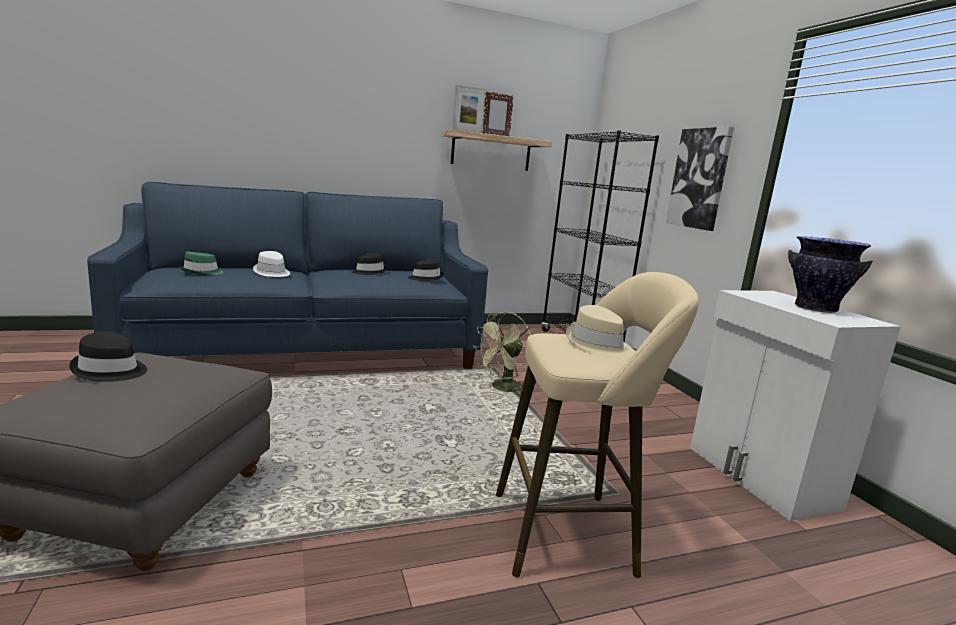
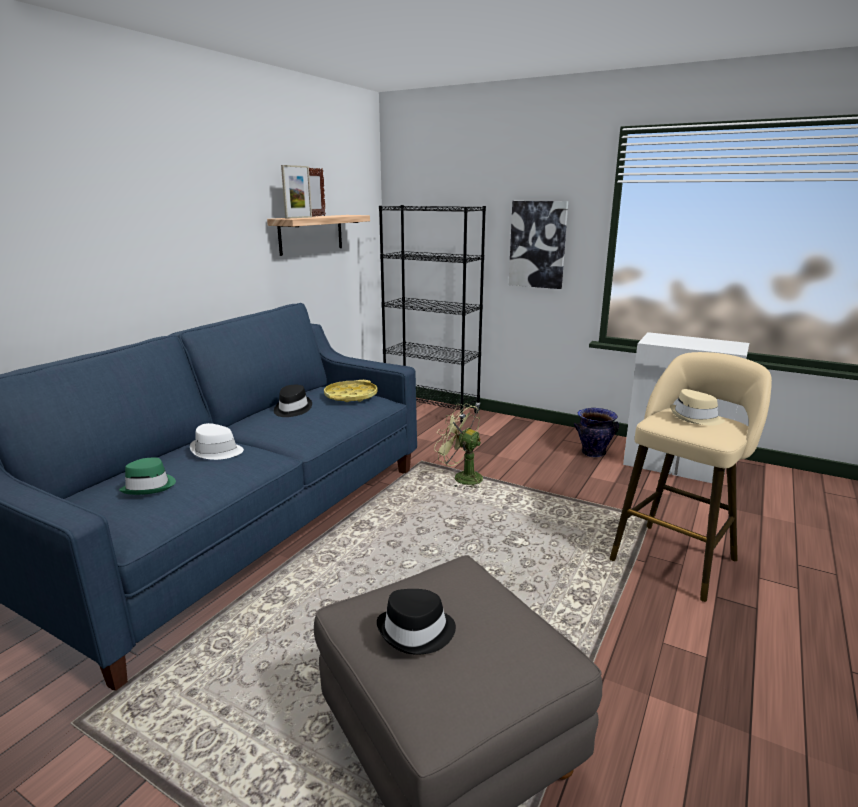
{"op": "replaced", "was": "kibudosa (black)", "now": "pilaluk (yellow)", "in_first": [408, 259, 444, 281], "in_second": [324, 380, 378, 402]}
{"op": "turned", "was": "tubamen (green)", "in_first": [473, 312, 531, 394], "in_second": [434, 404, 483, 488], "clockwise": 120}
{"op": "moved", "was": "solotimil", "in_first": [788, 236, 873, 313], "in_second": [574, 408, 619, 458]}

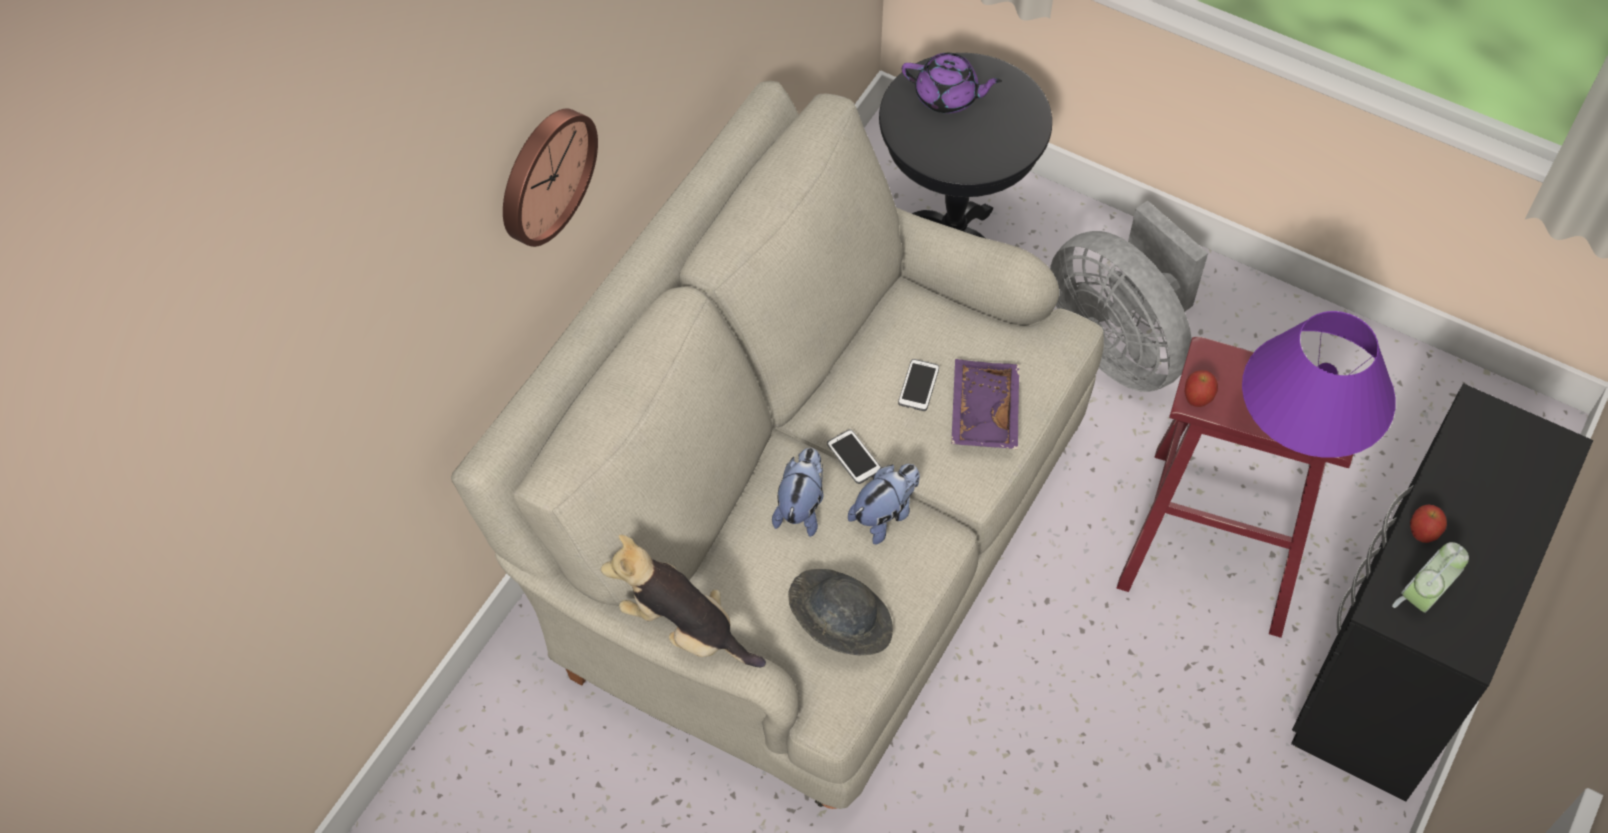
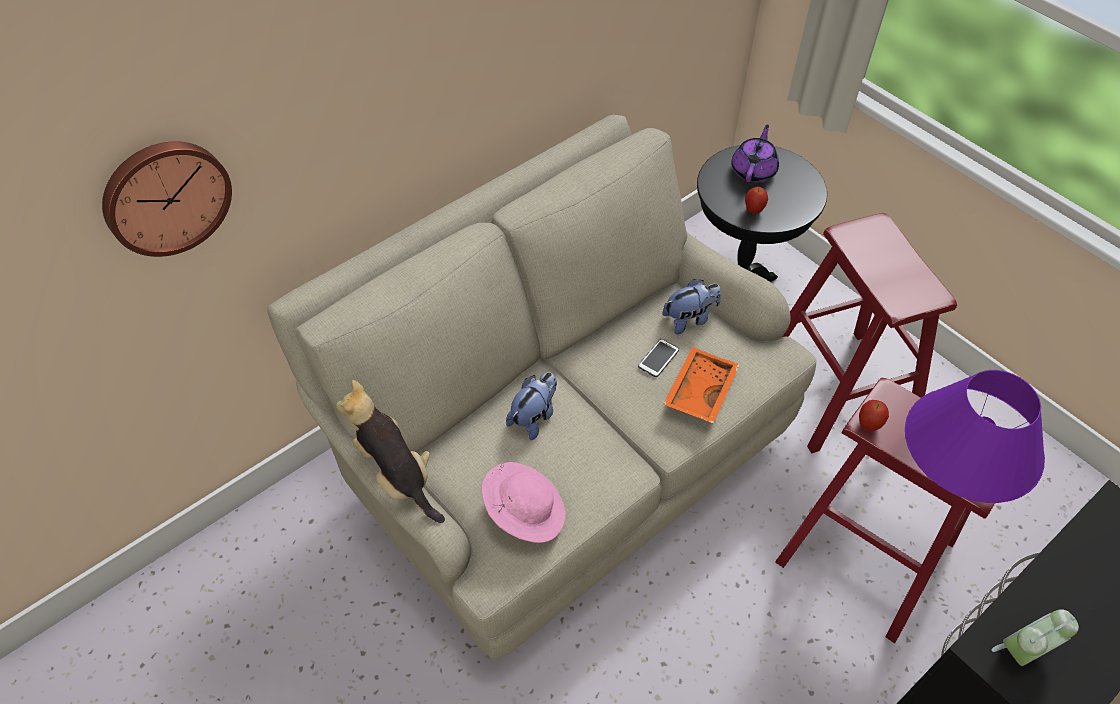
{"op": "moved", "was": "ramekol", "in_first": [503, 109, 598, 247], "in_second": [102, 141, 232, 257]}
{"op": "recoloured", "was": "kibudosa (grey)", "now": "kibudosa (pink)", "in_first": [788, 569, 893, 655], "in_second": [482, 462, 565, 543]}
{"op": "moved", "was": "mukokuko", "in_first": [848, 464, 920, 544], "in_second": [662, 279, 721, 334]}
{"op": "recoloured", "was": "pilaluk (purple)", "now": "pilaluk (orange)", "in_first": [951, 359, 1019, 449], "in_second": [663, 347, 740, 423]}
{"op": "turned", "was": "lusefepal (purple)", "in_first": [902, 53, 1002, 113], "in_second": [731, 124, 779, 183], "clockwise": -105}
{"op": "moved", "was": "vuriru", "in_first": [1410, 504, 1447, 543], "in_second": [745, 187, 768, 214]}
{"op": "replaced", "was": "tubamen (grey)", "now": "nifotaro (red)", "in_first": [1050, 200, 1208, 392], "in_second": [783, 213, 957, 454]}
{"op": "removed", "was": "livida", "in_first": [827, 429, 881, 484]}

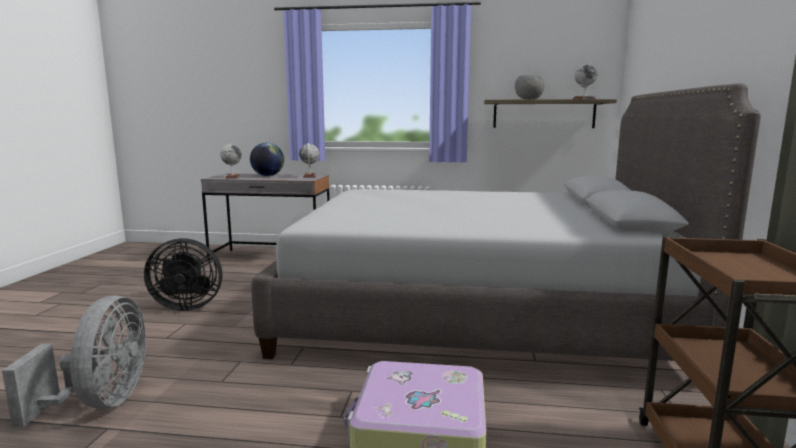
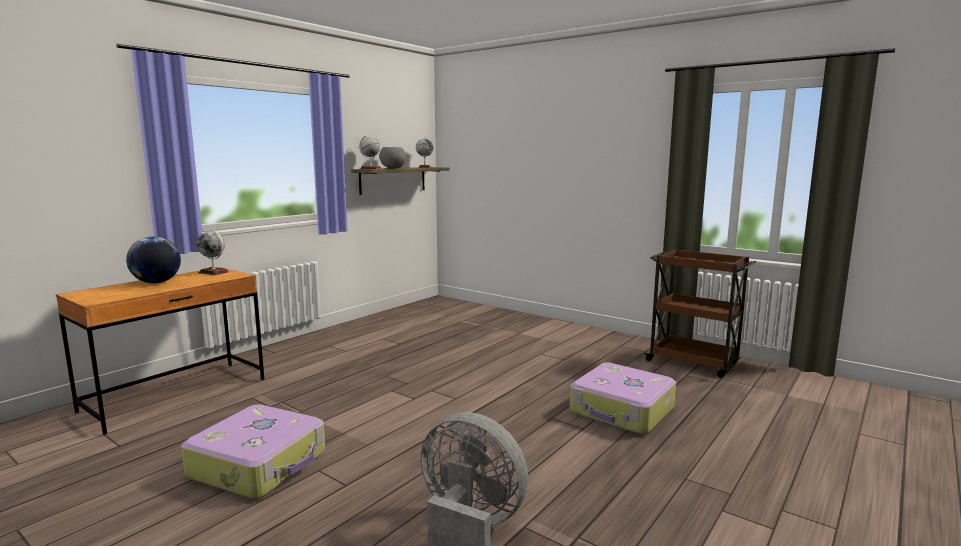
{"op": "recoloured", "was": "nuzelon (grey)", "now": "nuzelon (brown)", "in_first": [201, 173, 330, 262], "in_second": [56, 267, 264, 435]}
{"op": "replaced", "was": "tubamen (black)", "now": "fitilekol", "in_first": [144, 238, 222, 311], "in_second": [181, 404, 325, 499]}
{"op": "moved", "was": "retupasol", "in_first": [220, 143, 242, 179], "in_second": [359, 136, 382, 169]}
{"op": "removed", "was": "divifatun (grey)", "in_first": [251, 83, 761, 361]}

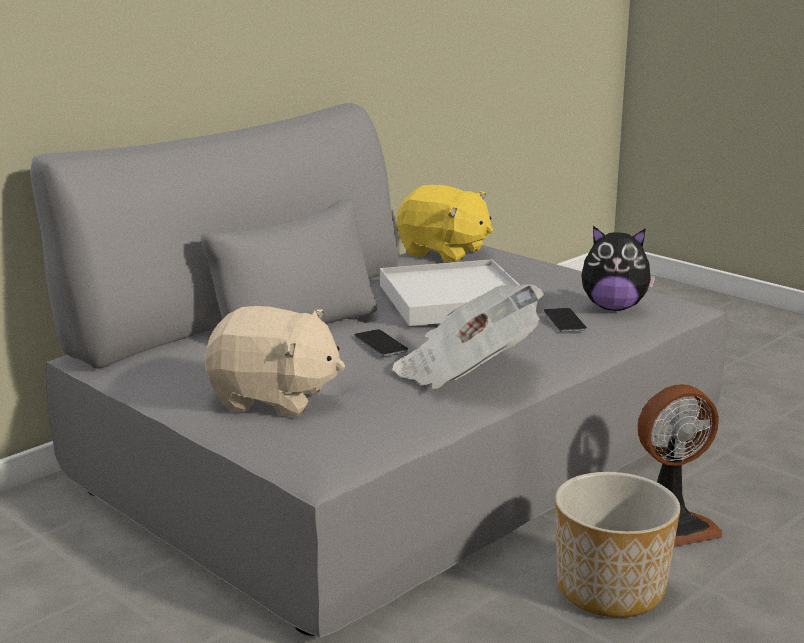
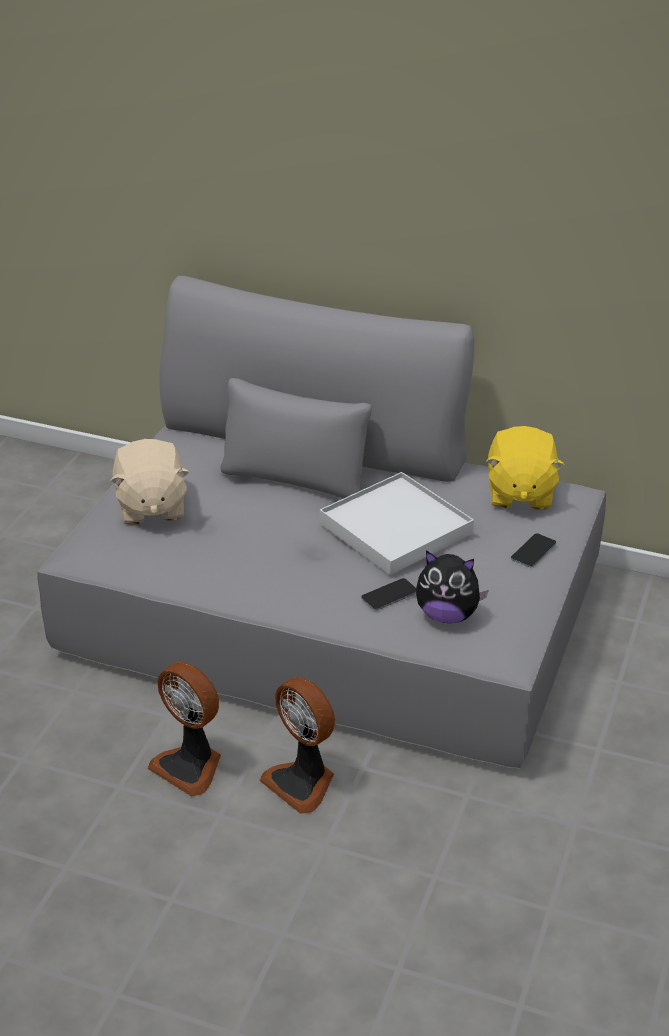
{"op": "replaced", "was": "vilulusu", "now": "tubamen", "in_first": [555, 472, 680, 618], "in_second": [147, 662, 221, 796]}
{"op": "turned", "was": "mukokuko", "in_first": [581, 226, 656, 311], "in_second": [416, 551, 489, 624], "clockwise": -60}
{"op": "moved", "was": "livida", "in_first": [354, 329, 408, 356], "in_second": [511, 533, 556, 567]}
{"op": "removed", "was": "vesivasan", "in_first": [392, 284, 544, 389]}

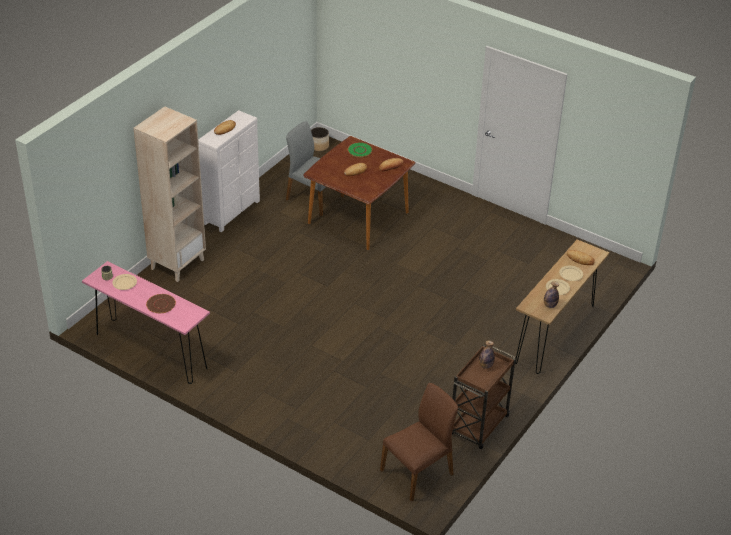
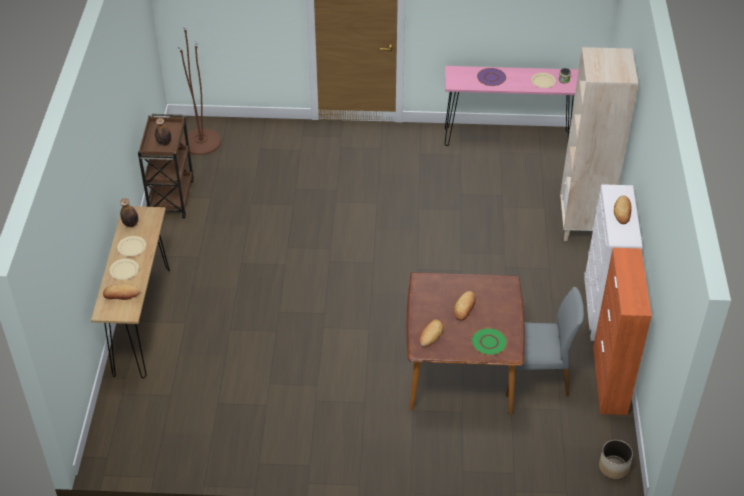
{"op": "replaced", "was": "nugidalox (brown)", "now": "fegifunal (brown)", "in_first": [380, 383, 458, 502], "in_second": [178, 27, 221, 155]}
{"op": "recoloured", "was": "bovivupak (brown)", "now": "bovivupak (purple)", "in_first": [146, 294, 176, 313], "in_second": [477, 68, 506, 86]}
{"op": "added", "now": "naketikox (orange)", "in_second": [593, 248, 652, 415]}

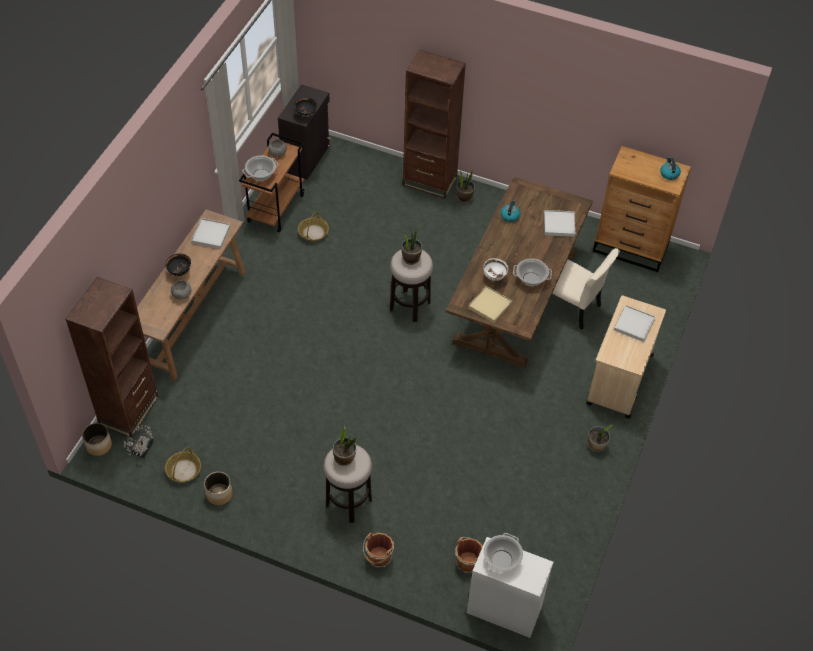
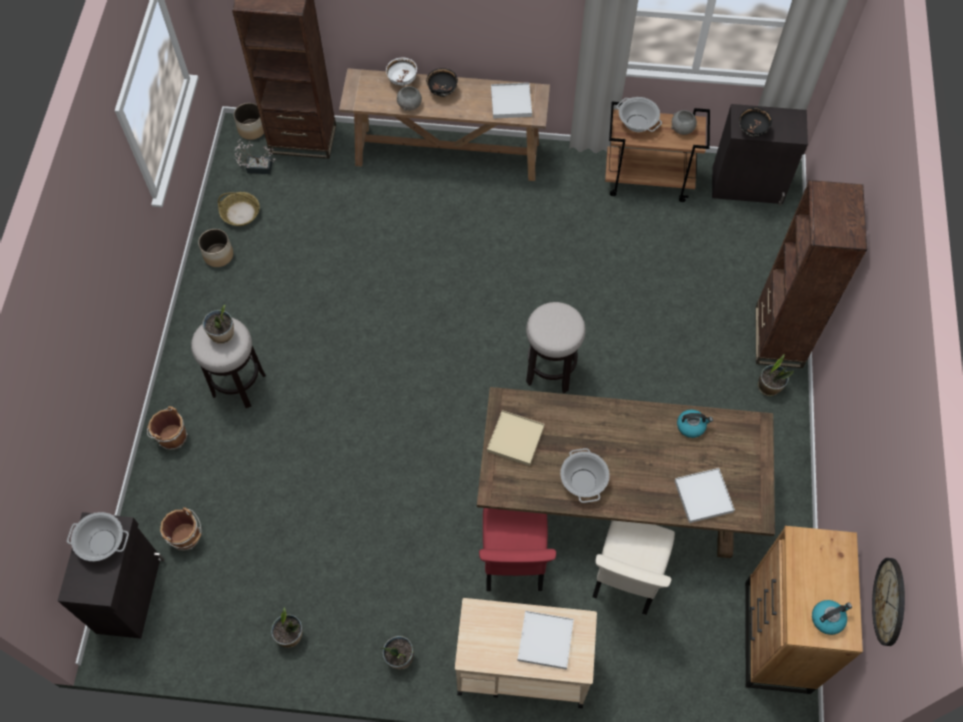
{"op": "recoloured", "was": "naketikox (white)", "now": "naketikox (black)", "in_first": [467, 537, 553, 638], "in_second": [58, 512, 164, 638]}
{"op": "moved", "was": "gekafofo", "in_first": [402, 227, 422, 265], "in_second": [271, 607, 302, 648]}
{"op": "moved", "was": "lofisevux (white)", "in_first": [483, 258, 508, 281], "in_second": [386, 58, 417, 86]}
{"op": "added", "now": "nugidalox (red)", "in_second": [479, 508, 556, 591]}
{"op": "added", "now": "ramekol", "in_second": [872, 558, 905, 646]}
{"op": "removed", "was": "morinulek", "in_first": [298, 211, 329, 242]}

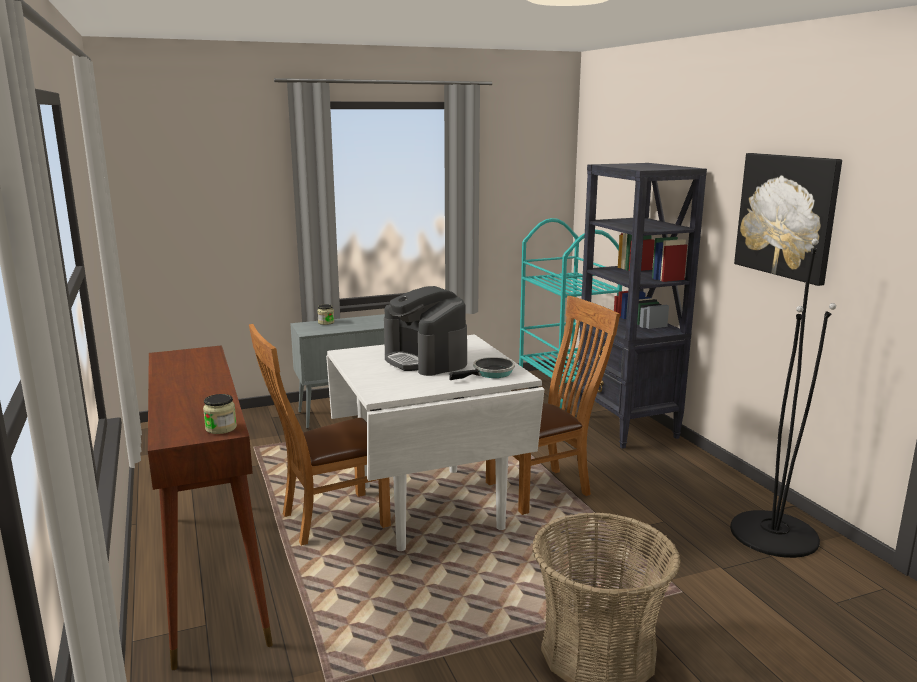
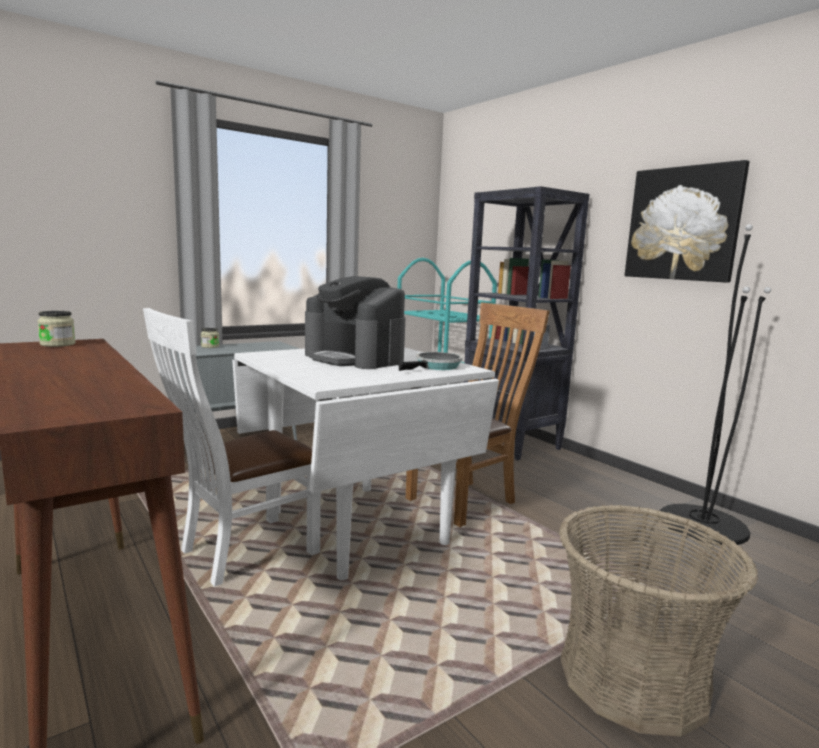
{"op": "moved", "was": "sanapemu", "in_first": [203, 394, 237, 434], "in_second": [37, 311, 75, 347]}
{"op": "recoloured", "was": "nugidalox (brown)", "now": "nugidalox (white)", "in_first": [249, 324, 391, 546], "in_second": [143, 308, 321, 587]}

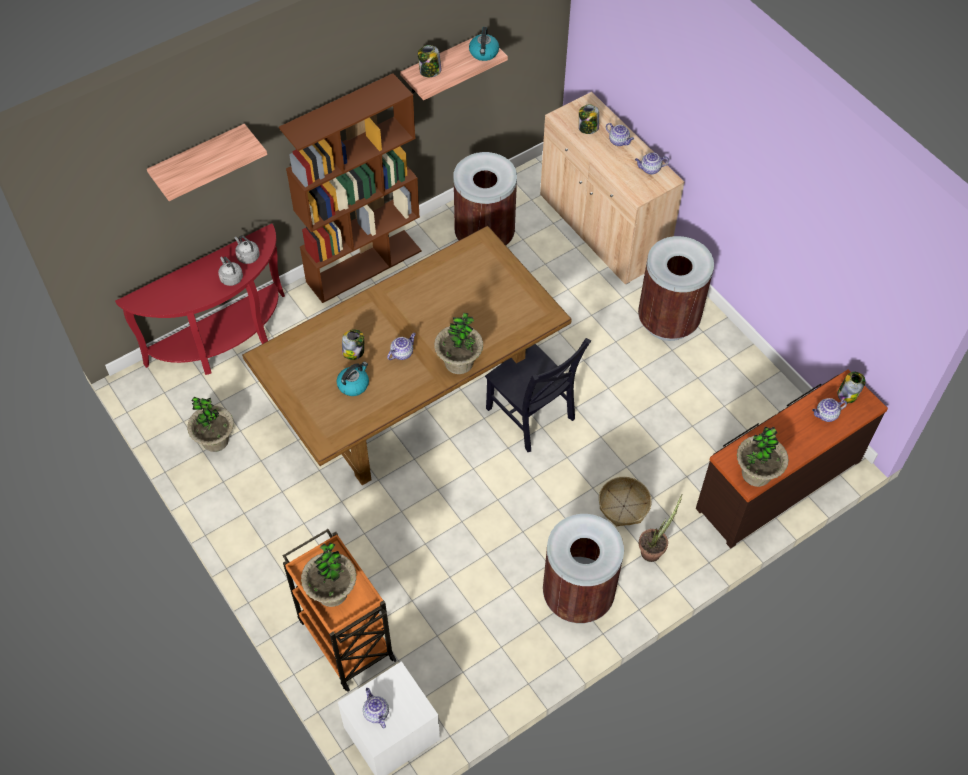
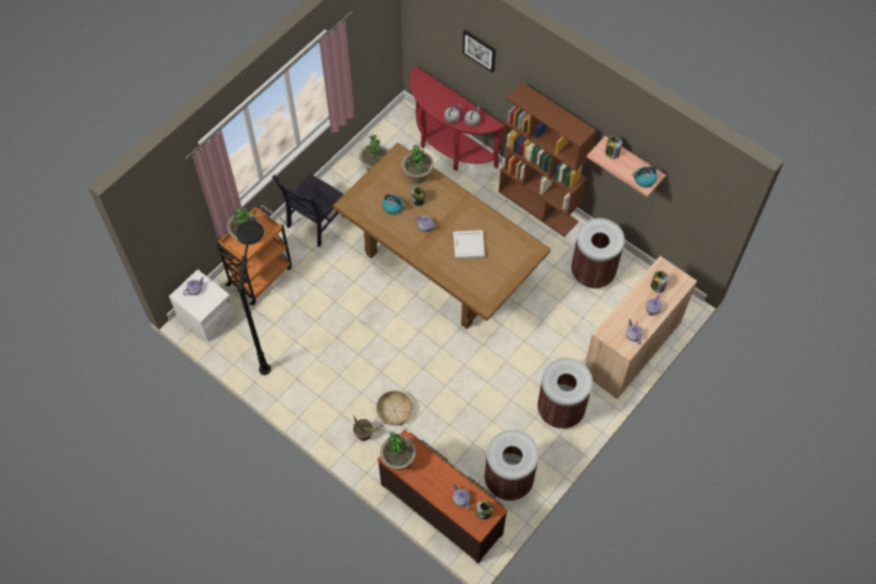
{"op": "added", "now": "fegifunal (black)", "in_second": [236, 221, 271, 375]}
{"op": "moved", "was": "nugidalox (black)", "in_first": [485, 338, 591, 452], "in_second": [272, 174, 345, 247]}
{"op": "moved", "was": "gekafofo", "in_first": [434, 313, 483, 374], "in_second": [402, 144, 434, 183]}
{"op": "added", "now": "pilaluk (white)", "in_second": [453, 230, 485, 259]}
{"op": "replaced", "was": "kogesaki", "now": "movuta", "in_first": [147, 124, 267, 201], "in_second": [463, 30, 496, 73]}
{"op": "moved", "was": "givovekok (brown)", "in_first": [543, 514, 624, 623], "in_second": [485, 430, 539, 501]}

